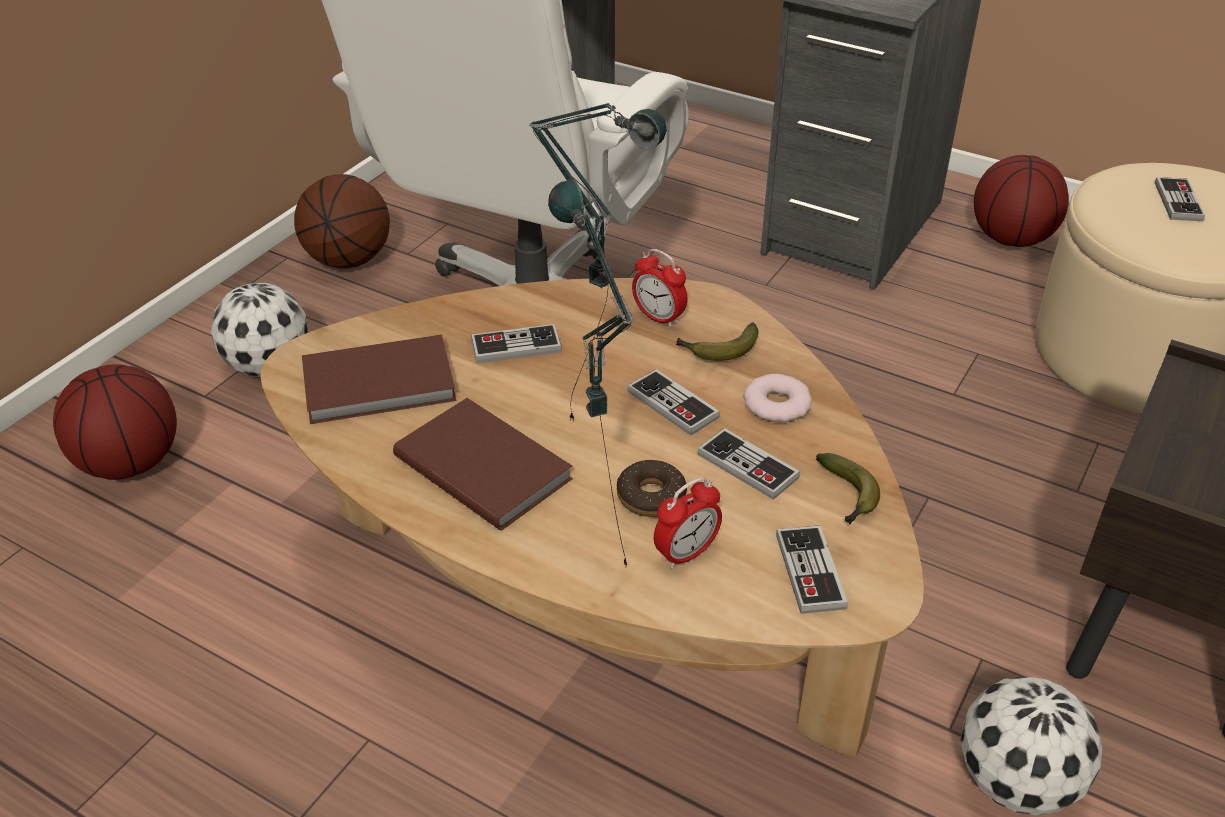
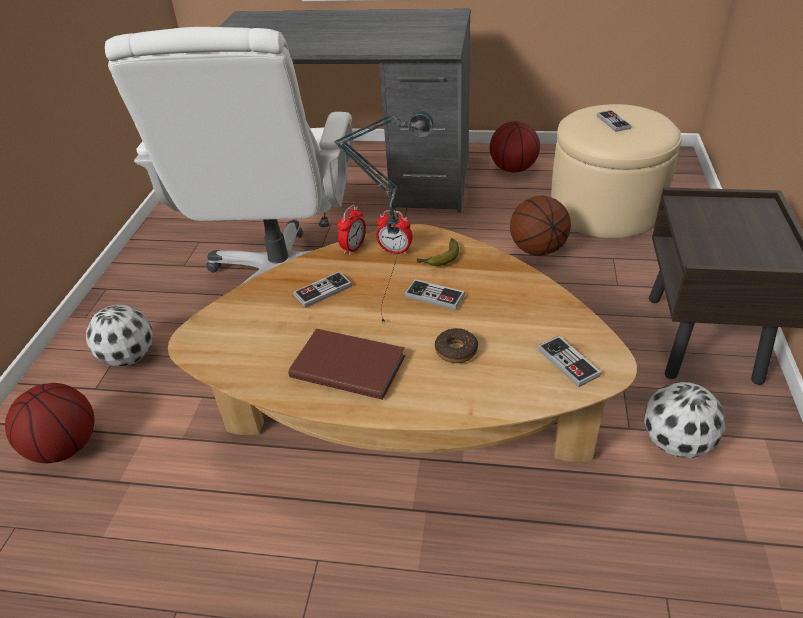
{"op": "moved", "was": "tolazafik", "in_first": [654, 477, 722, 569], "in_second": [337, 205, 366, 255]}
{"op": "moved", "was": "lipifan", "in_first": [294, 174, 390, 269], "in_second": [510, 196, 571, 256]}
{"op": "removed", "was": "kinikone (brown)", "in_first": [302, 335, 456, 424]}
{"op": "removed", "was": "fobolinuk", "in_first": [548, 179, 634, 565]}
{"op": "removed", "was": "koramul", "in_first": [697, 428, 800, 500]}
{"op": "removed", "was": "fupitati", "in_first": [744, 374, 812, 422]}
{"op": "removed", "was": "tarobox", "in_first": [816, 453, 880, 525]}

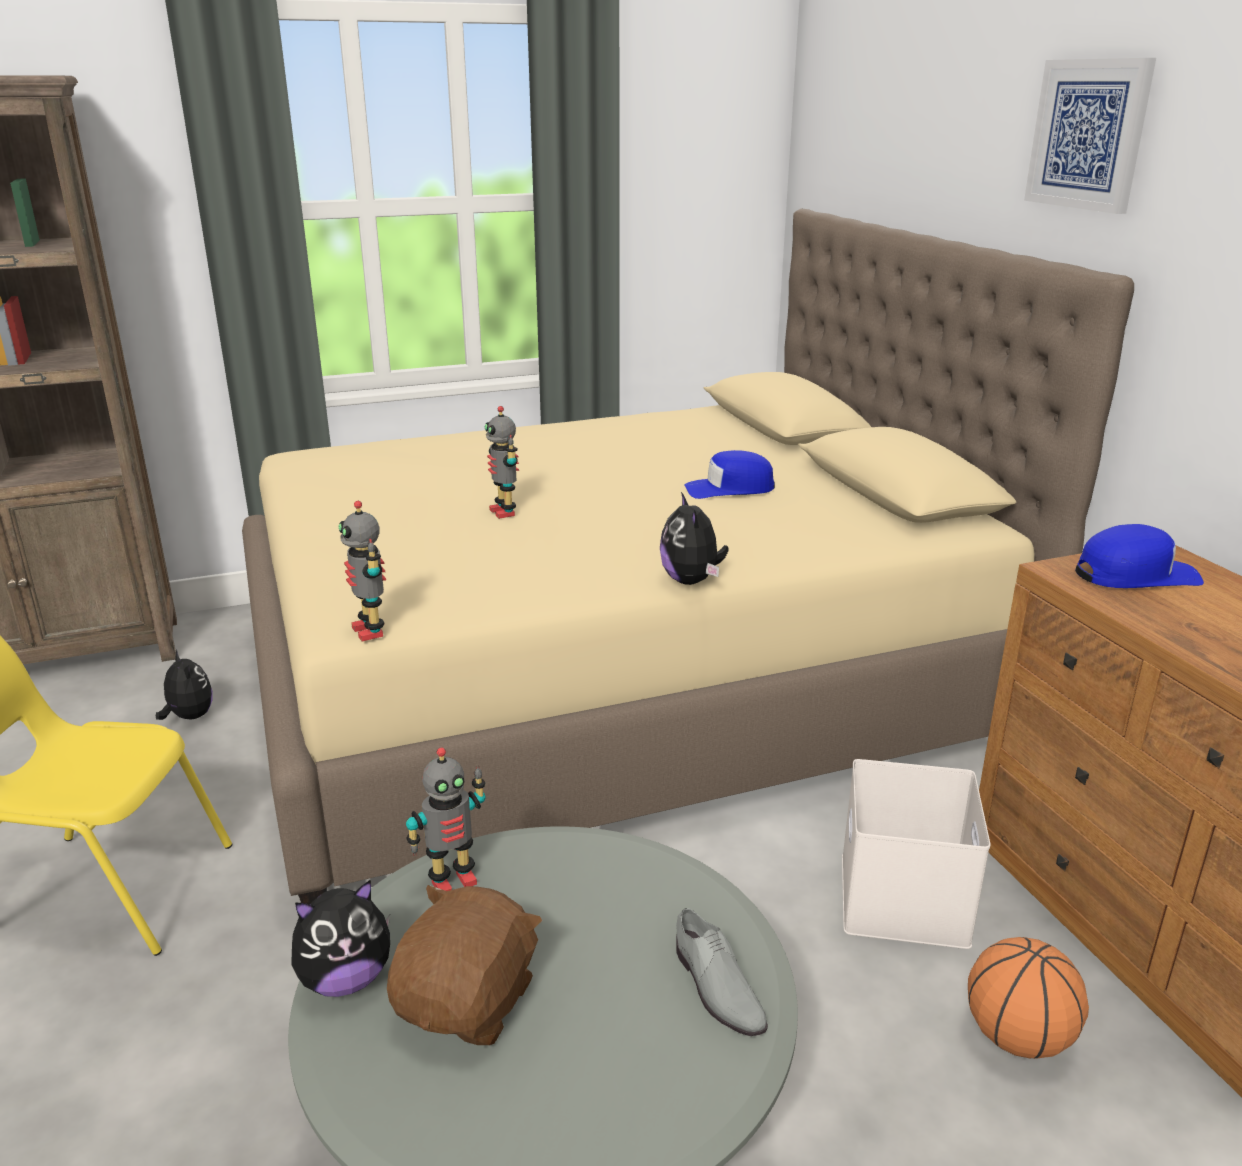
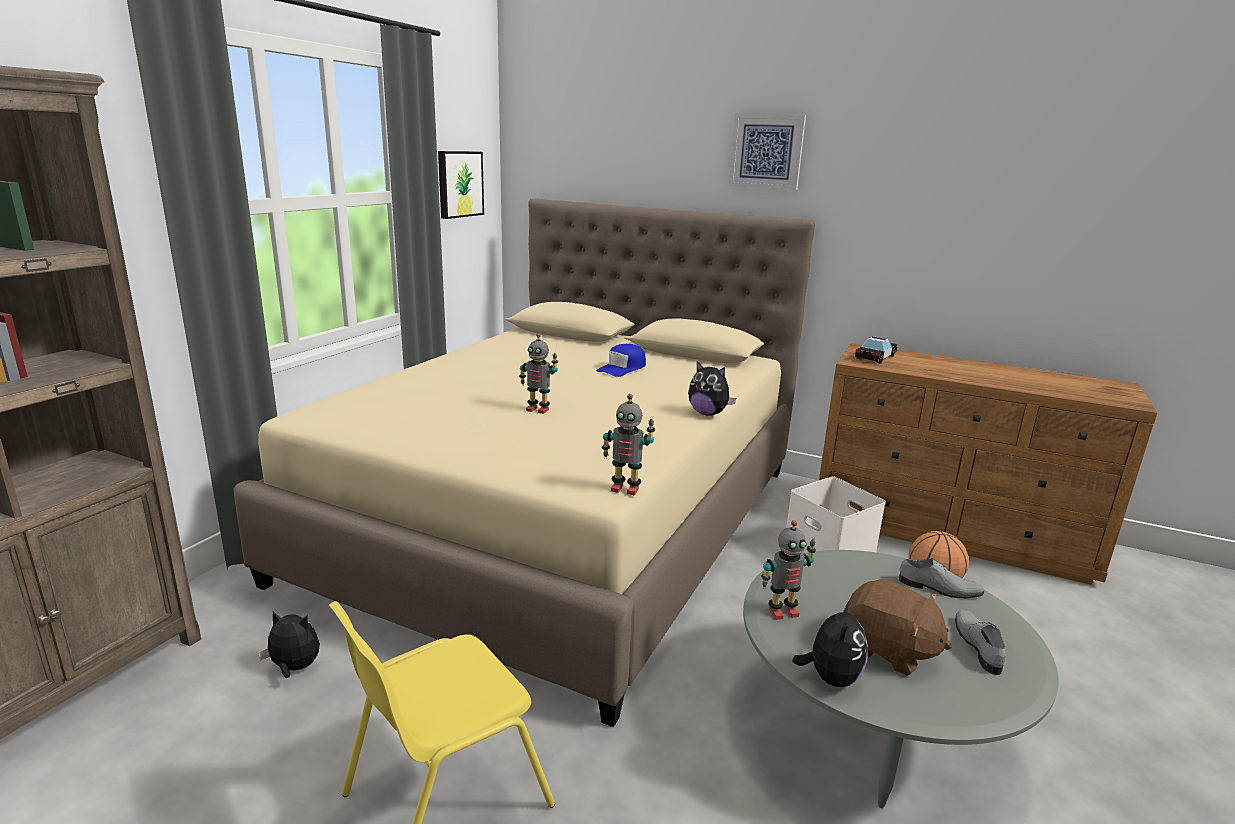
{"op": "added", "now": "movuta", "in_second": [438, 151, 484, 219]}
{"op": "turned", "was": "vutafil", "in_first": [406, 747, 486, 891], "in_second": [761, 520, 816, 620], "clockwise": 60}
{"op": "turned", "was": "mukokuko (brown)", "in_first": [387, 885, 542, 1045], "in_second": [847, 579, 952, 676], "clockwise": 150}
{"op": "replaced", "was": "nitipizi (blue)", "now": "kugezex", "in_first": [1075, 524, 1204, 588], "in_second": [855, 336, 898, 364]}
{"op": "added", "now": "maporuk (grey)", "in_second": [955, 610, 1006, 675]}

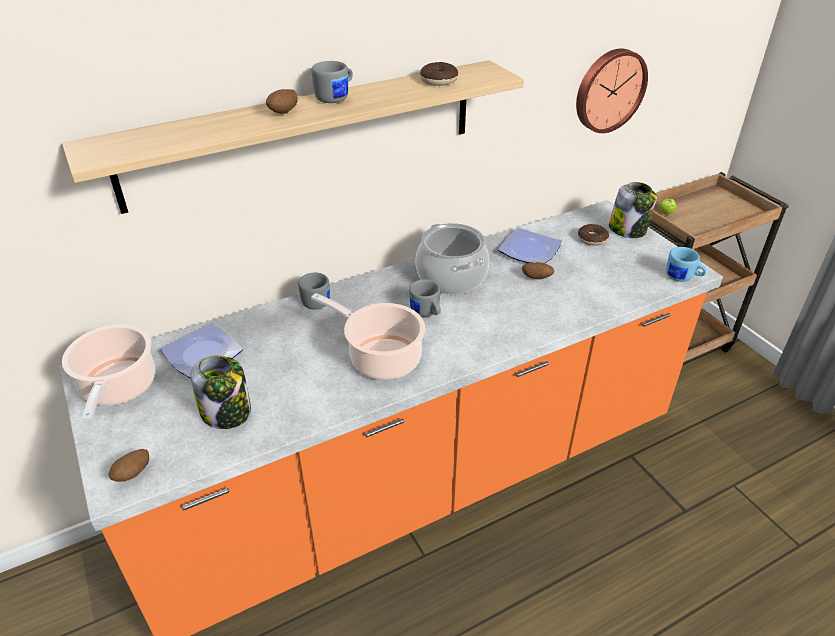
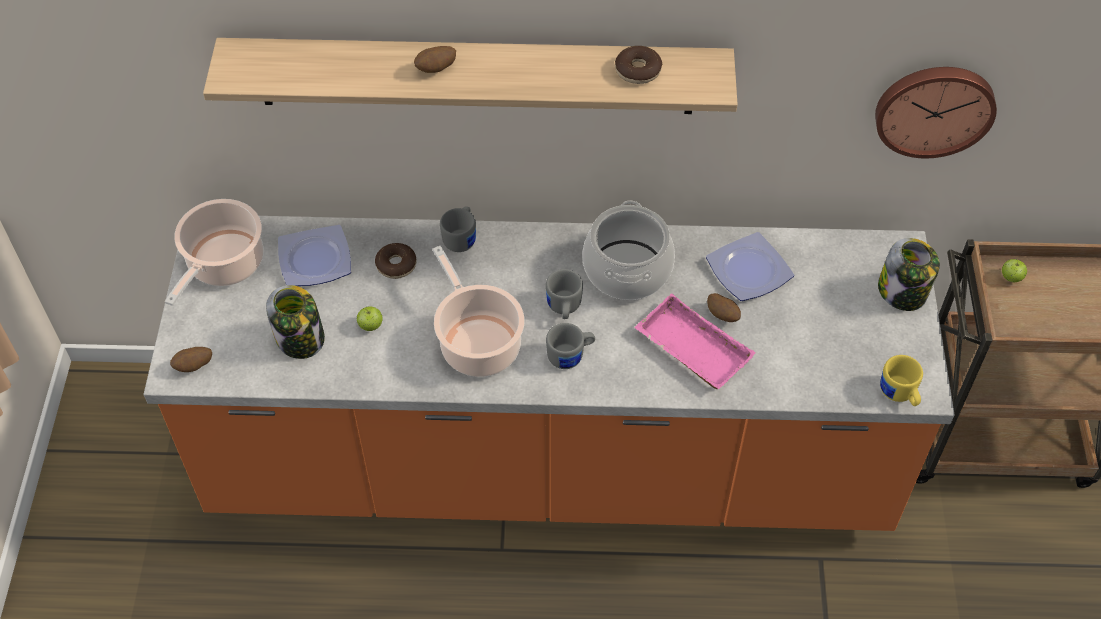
{"op": "added", "now": "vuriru", "in_second": [356, 307, 383, 331]}
{"op": "moved", "was": "fupitati", "in_first": [578, 224, 609, 245], "in_second": [375, 243, 416, 279]}
{"op": "moved", "was": "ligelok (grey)", "in_first": [312, 61, 353, 103], "in_second": [546, 323, 595, 369]}
{"op": "added", "now": "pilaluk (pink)", "in_second": [635, 293, 756, 389]}
{"op": "recoloured", "was": "ligelok (blue)", "now": "ligelok (yellow)", "in_first": [666, 247, 707, 282], "in_second": [880, 355, 923, 406]}

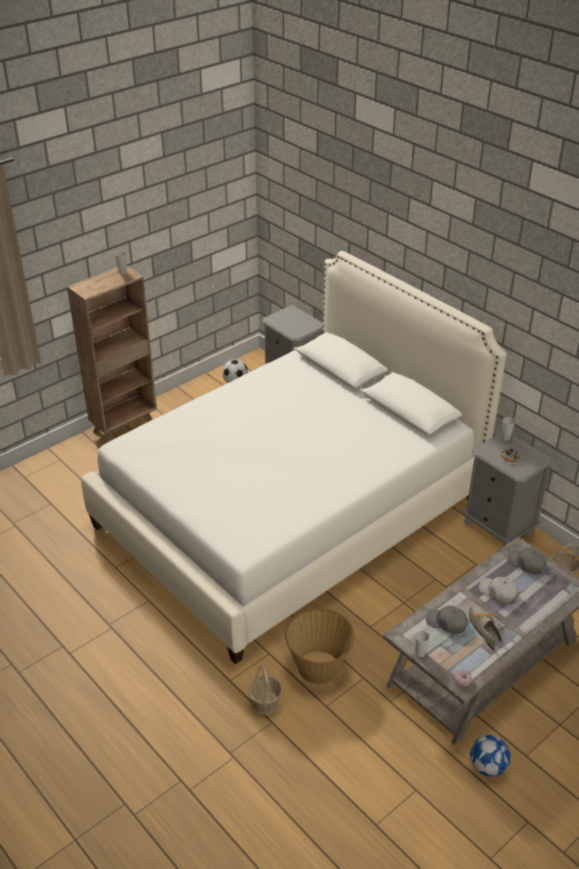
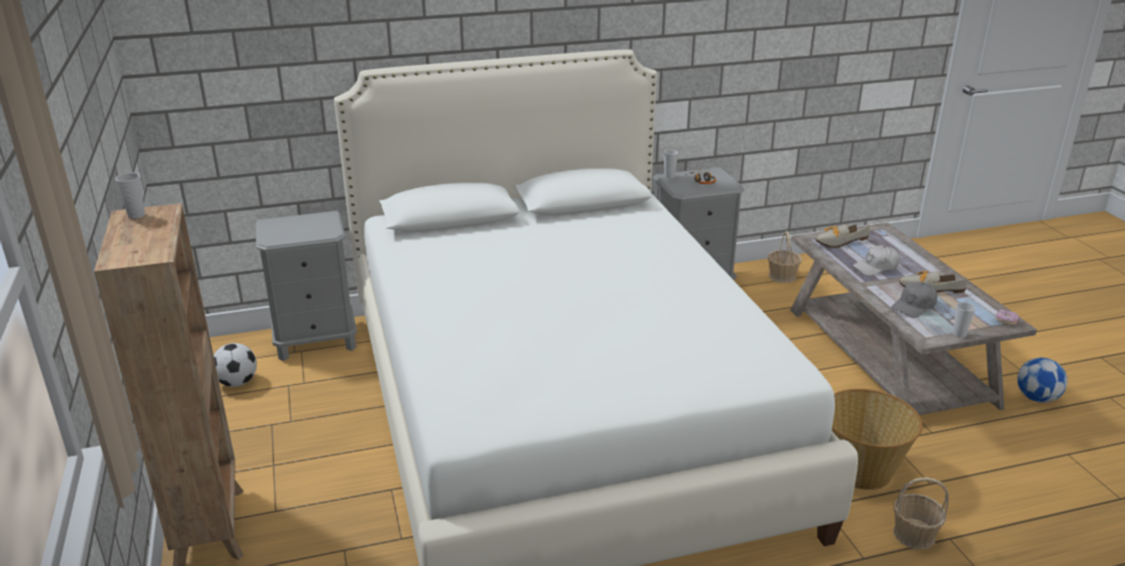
{"op": "replaced", "was": "nitipizi (grey)", "now": "maporuk", "in_first": [507, 548, 547, 575], "in_second": [816, 224, 870, 248]}

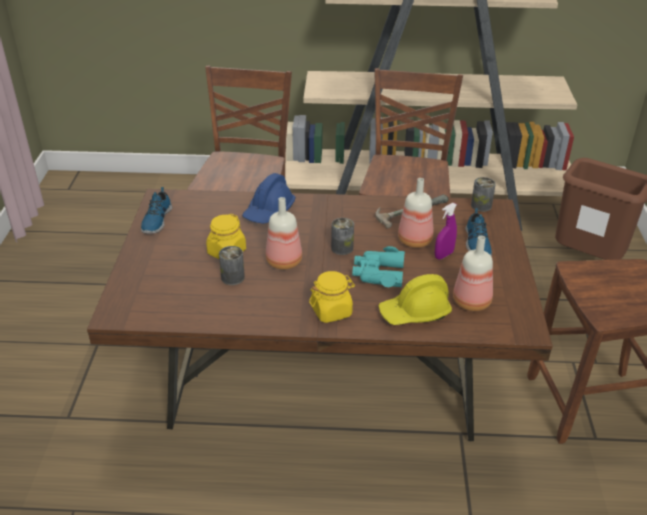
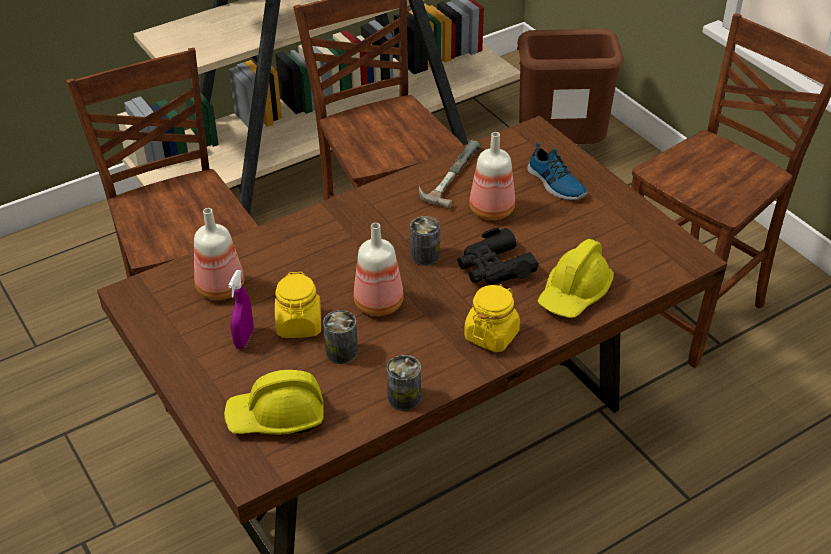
{"op": "moved", "was": "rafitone", "in_first": [453, 236, 493, 311], "in_second": [194, 208, 244, 300]}
{"op": "added", "now": "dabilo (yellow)", "in_second": [224, 370, 324, 435]}
{"op": "moved", "was": "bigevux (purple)", "in_first": [435, 203, 457, 259], "in_second": [228, 270, 253, 349]}
{"op": "moved", "was": "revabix", "in_first": [471, 177, 496, 212], "in_second": [387, 355, 421, 411]}
{"op": "recoloured", "was": "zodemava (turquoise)", "now": "zodemava (black)", "in_first": [352, 246, 405, 287], "in_second": [457, 228, 539, 285]}
{"op": "removed", "was": "maporuk", "in_first": [141, 187, 172, 234]}
{"op": "removed", "was": "dabilo (blue)", "in_first": [242, 173, 295, 224]}

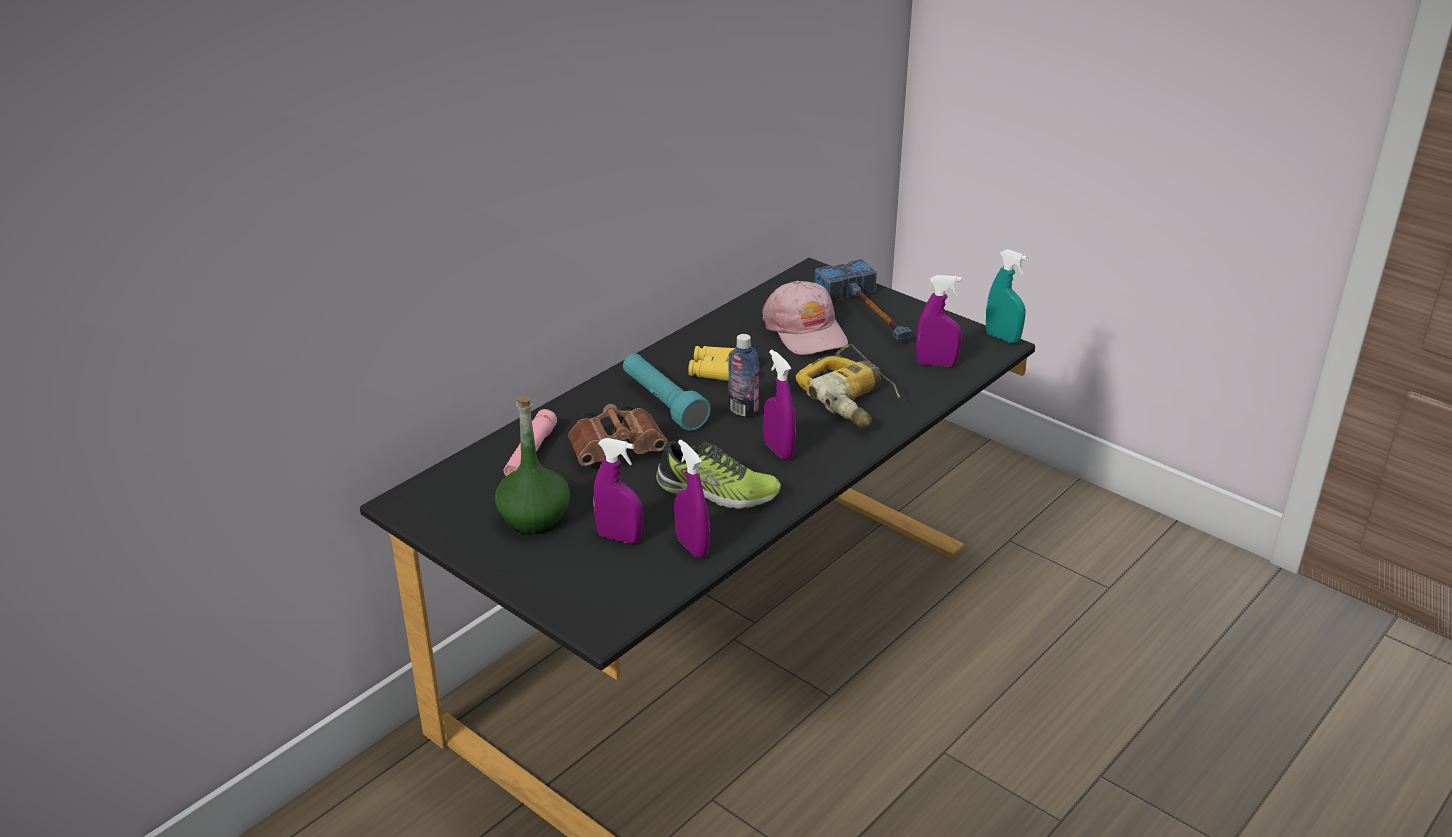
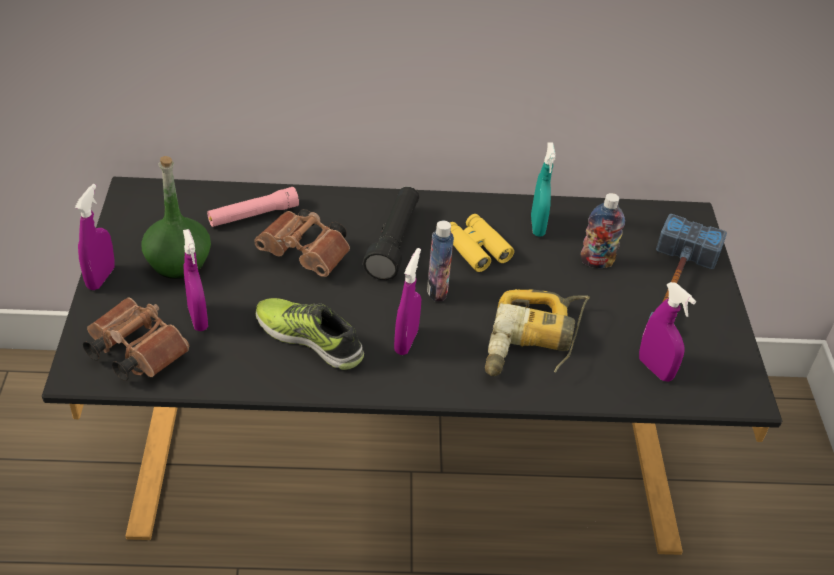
{"op": "moved", "was": "bigevux (purple)", "in_first": [674, 440, 709, 558], "in_second": [75, 184, 115, 290]}
{"op": "added", "now": "zodemava (brown)", "in_second": [83, 297, 189, 381]}
{"op": "turned", "was": "maporuk", "in_first": [656, 441, 781, 509], "in_second": [256, 298, 364, 370], "clockwise": 150}
{"op": "recoloured", "was": "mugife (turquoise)", "now": "mugife (black)", "in_first": [623, 353, 711, 431], "in_second": [363, 187, 419, 280]}
{"op": "moved", "was": "bigevux (turquoise)", "in_first": [986, 249, 1028, 343], "in_second": [531, 143, 556, 237]}
{"op": "replaced", "was": "nitipizi (pink)", "now": "rafitone", "in_first": [762, 281, 848, 355], "in_second": [581, 193, 625, 268]}

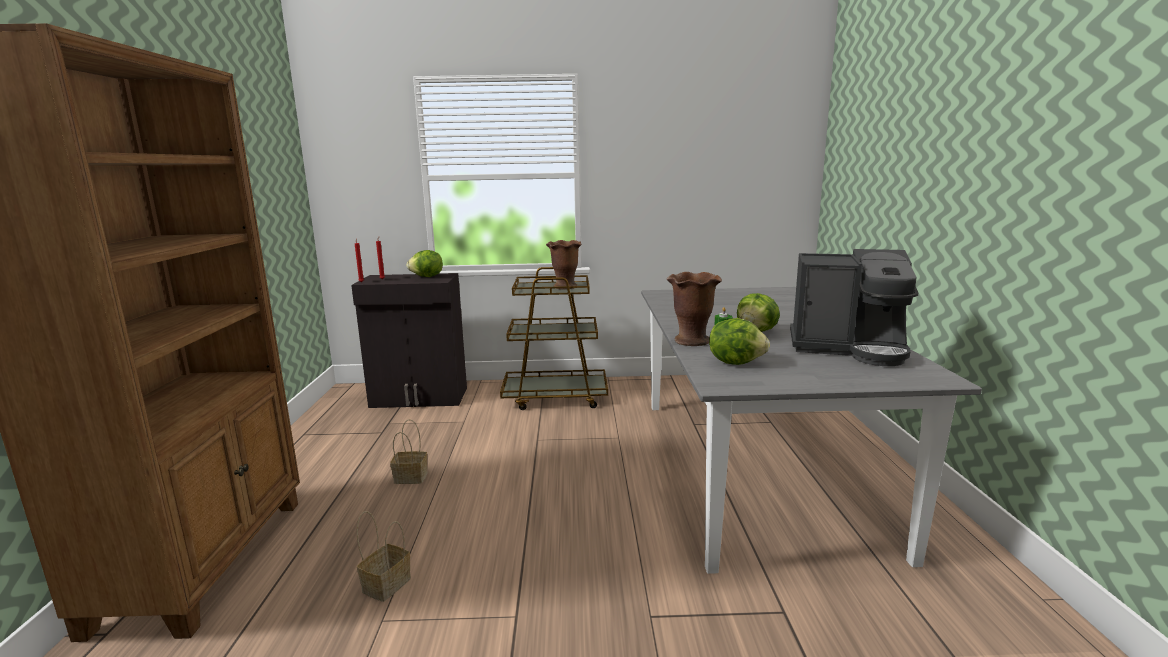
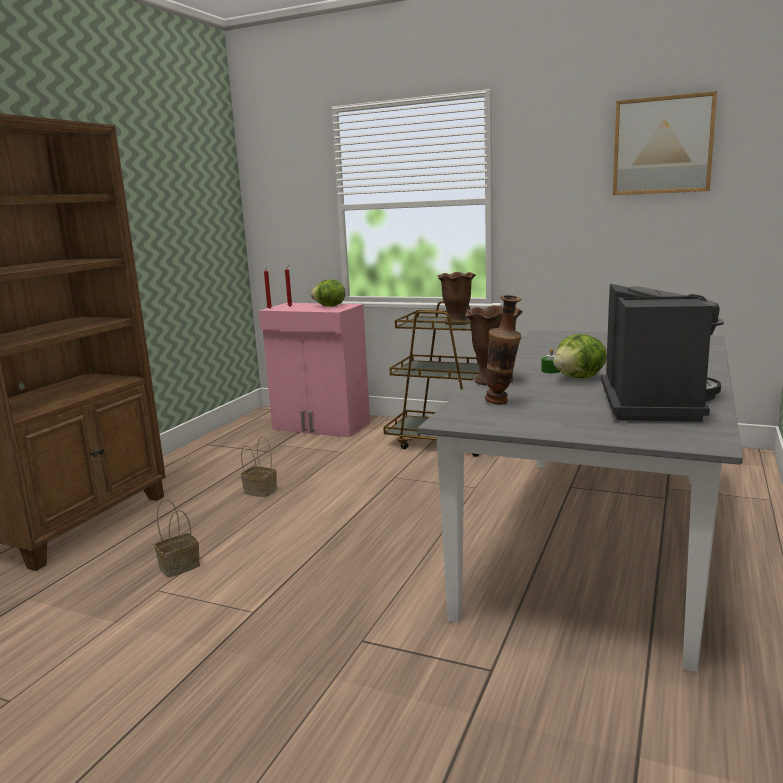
{"op": "recoloured", "was": "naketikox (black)", "now": "naketikox (pink)", "in_first": [351, 273, 467, 408], "in_second": [259, 303, 370, 438]}
{"op": "replaced", "was": "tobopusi", "now": "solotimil", "in_first": [709, 318, 770, 365], "in_second": [485, 295, 522, 405]}
{"op": "turned", "was": "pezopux", "in_first": [790, 249, 918, 366], "in_second": [601, 284, 724, 422], "clockwise": -120}
{"op": "added", "now": "movuta", "in_second": [613, 91, 717, 195]}

